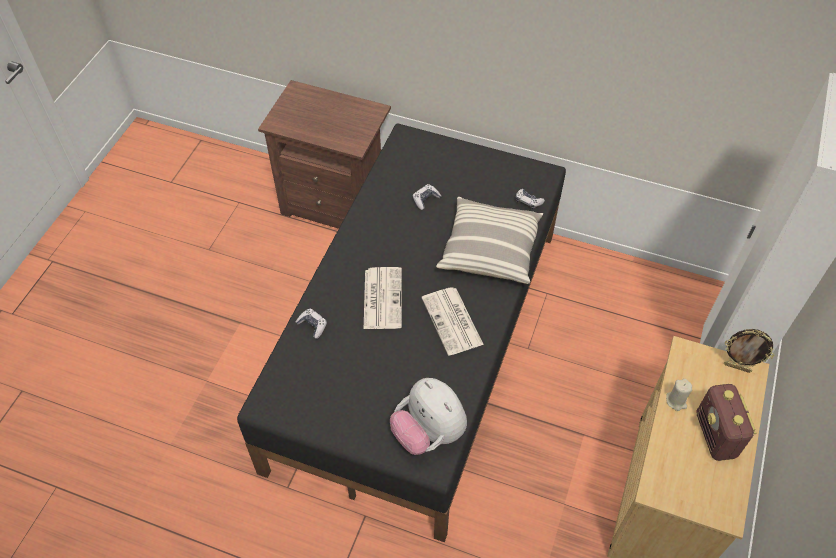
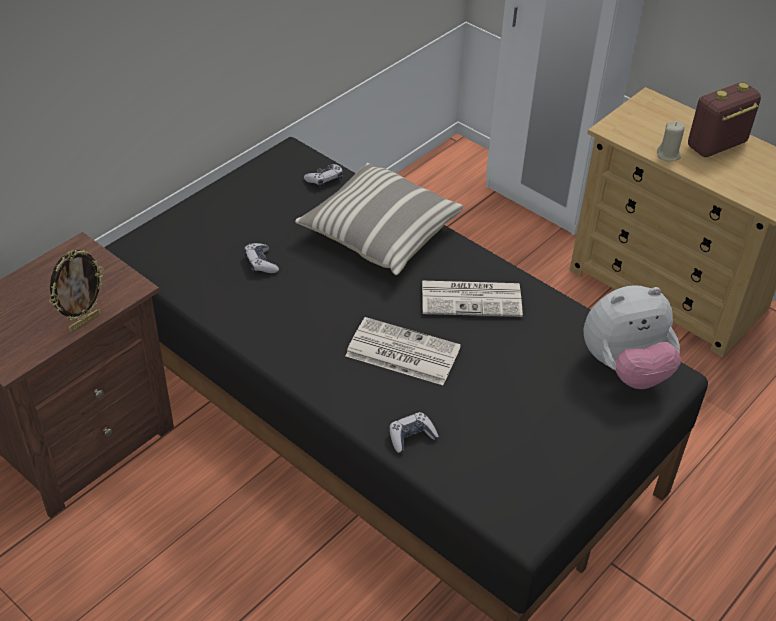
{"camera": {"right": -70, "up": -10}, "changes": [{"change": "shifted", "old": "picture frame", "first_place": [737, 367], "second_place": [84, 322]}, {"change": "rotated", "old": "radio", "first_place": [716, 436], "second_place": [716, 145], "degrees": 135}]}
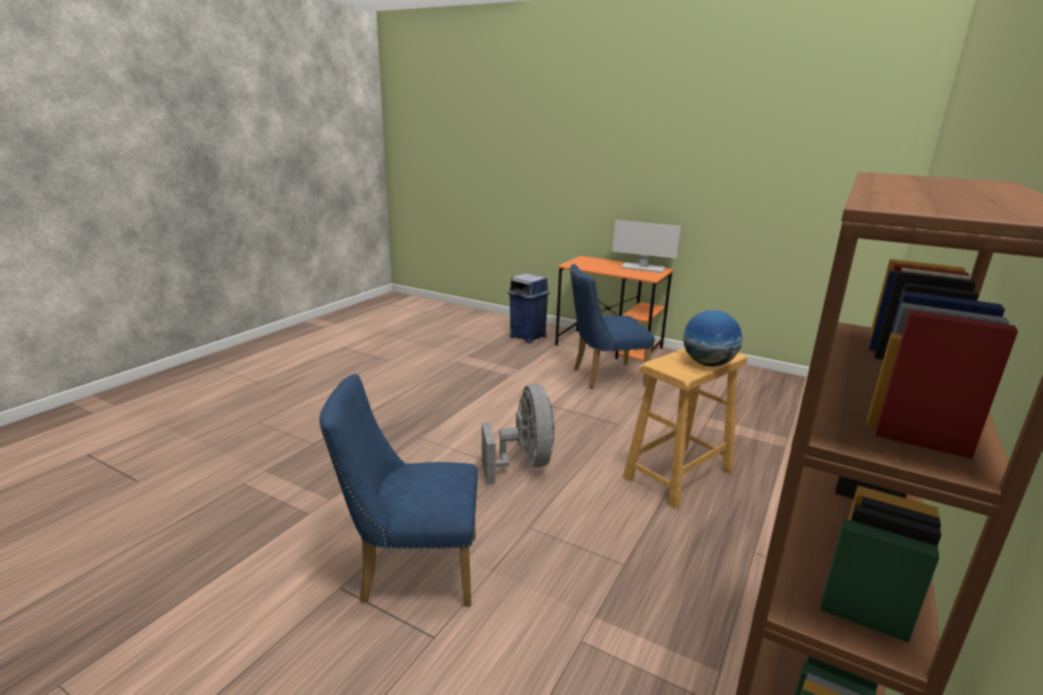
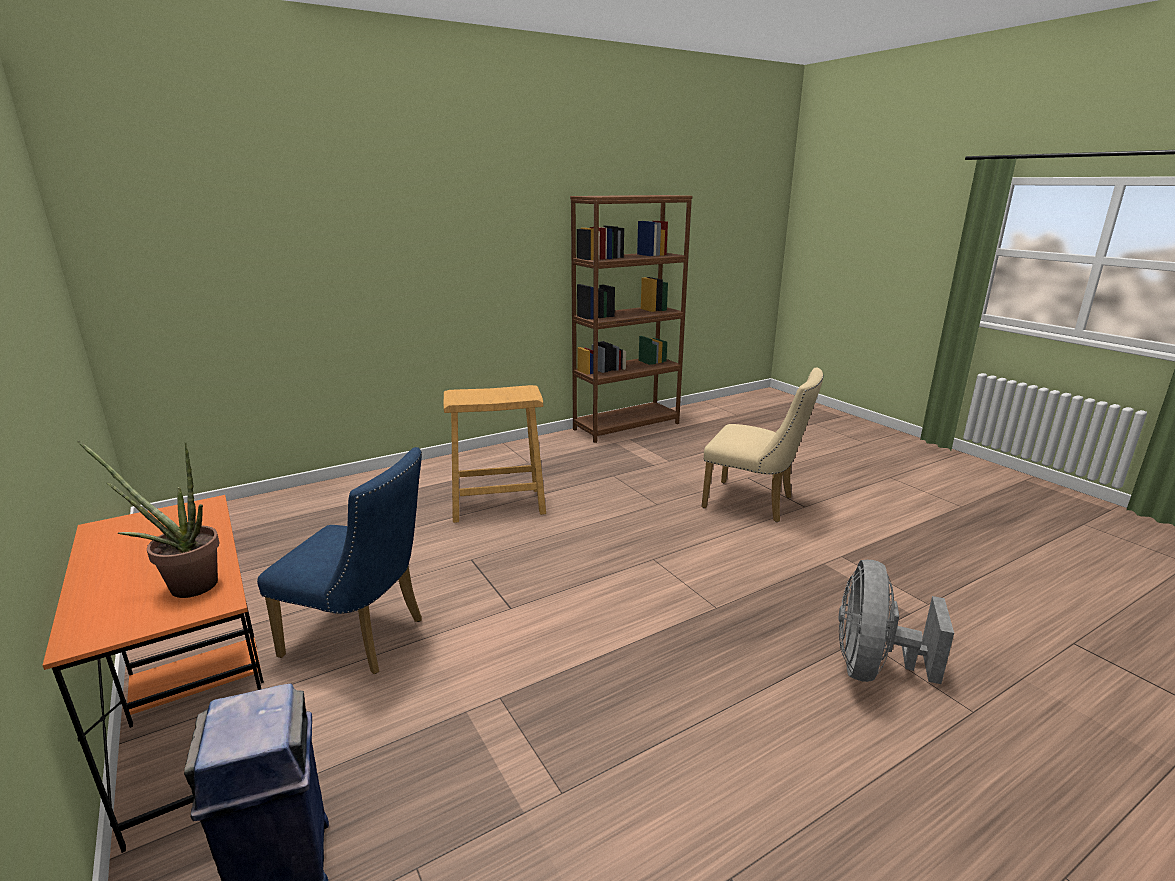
{"camera": {"right": -150, "up": 0}, "changes": [{"change": "gone", "old": "monitor", "first_place": [642, 268]}, {"change": "gone", "old": "globe", "first_place": [708, 364]}, {"change": "new", "new": "potted plant", "second_place": [184, 585]}, {"change": "shifted", "old": "grey fan", "first_place": [524, 463], "second_place": [873, 667]}, {"change": "repainted", "old": "blue chair", "new": "beige chair", "first_place": [410, 569], "second_place": [754, 504]}]}
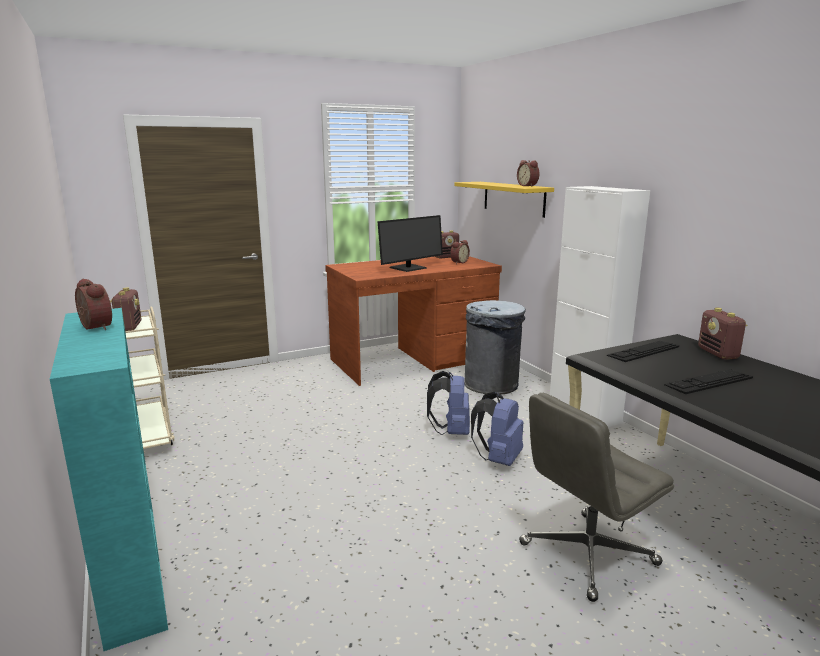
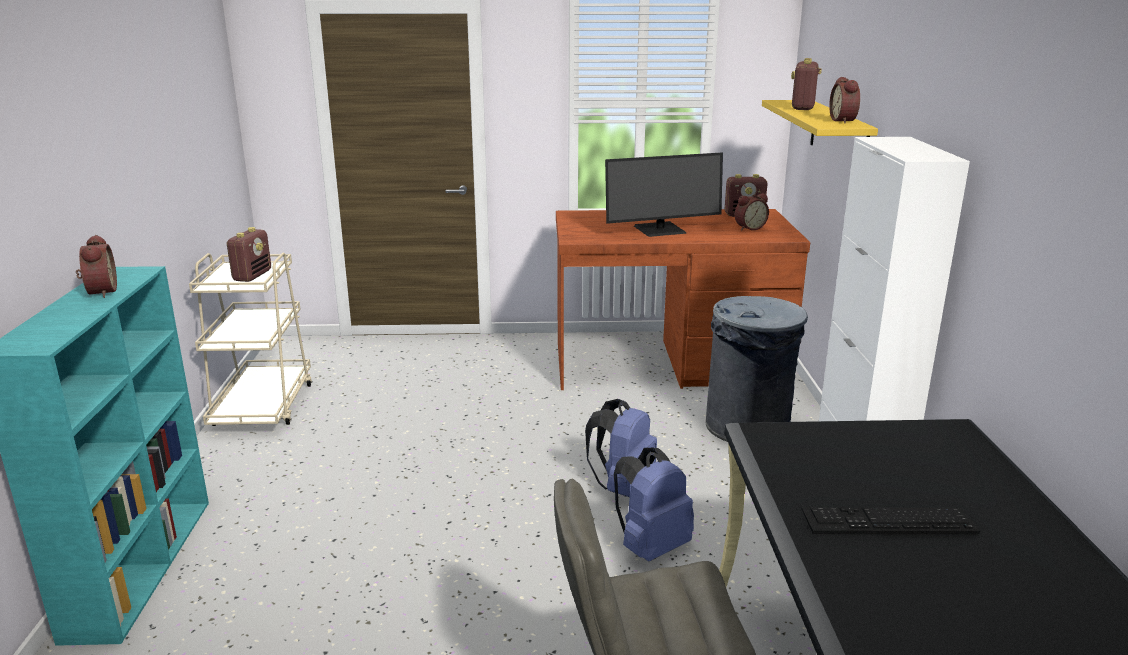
{"camera": {"right": 25, "up": 5}, "changes": [{"change": "gone", "old": "keyboard", "first_place": [643, 351]}, {"change": "shifted", "old": "radio", "first_place": [718, 354], "second_place": [803, 108]}]}
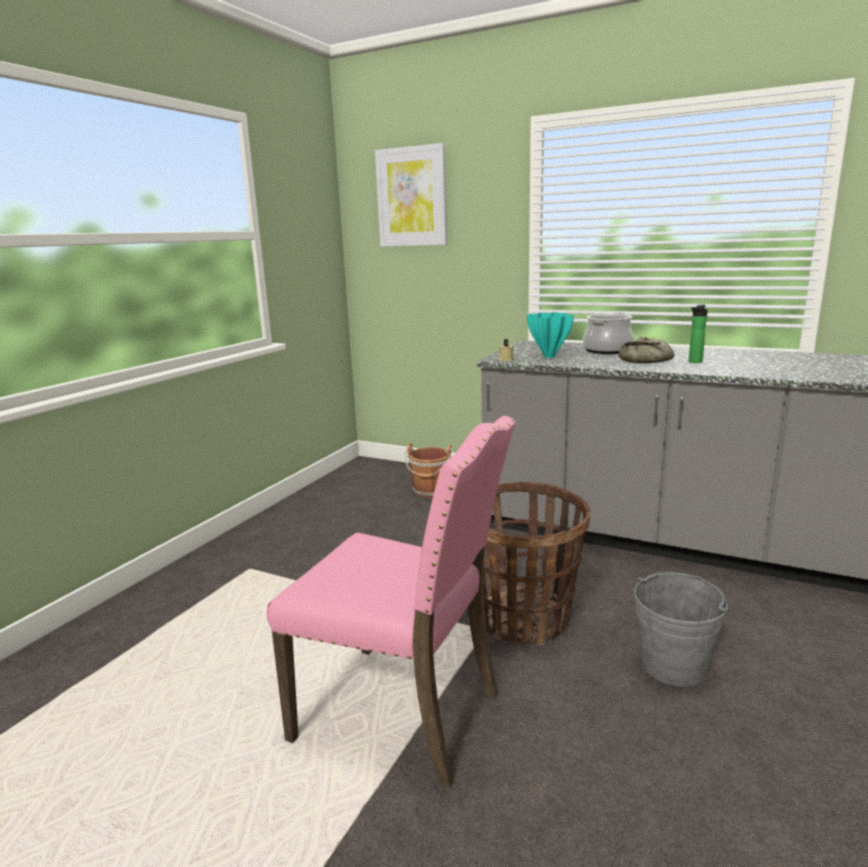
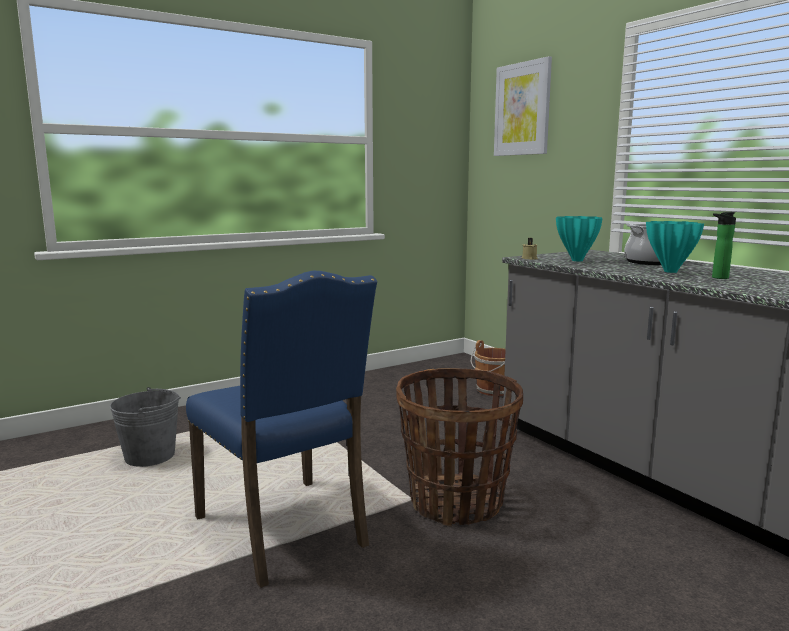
{"camera": {"right": 30, "up": -5}, "changes": [{"change": "shifted", "old": "grey bucket", "first_place": [673, 665], "second_place": [150, 457]}, {"change": "swapped", "old": "bread", "new": "turquoise vase", "first_place": [646, 360], "second_place": [669, 271]}, {"change": "repainted", "old": "pink chair", "new": "blue chair", "first_place": [403, 714], "second_place": [285, 531]}]}
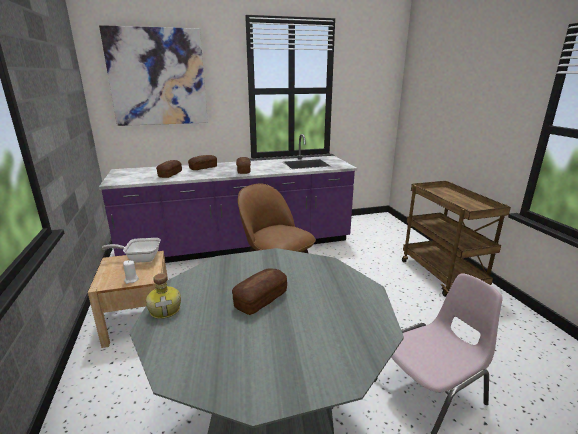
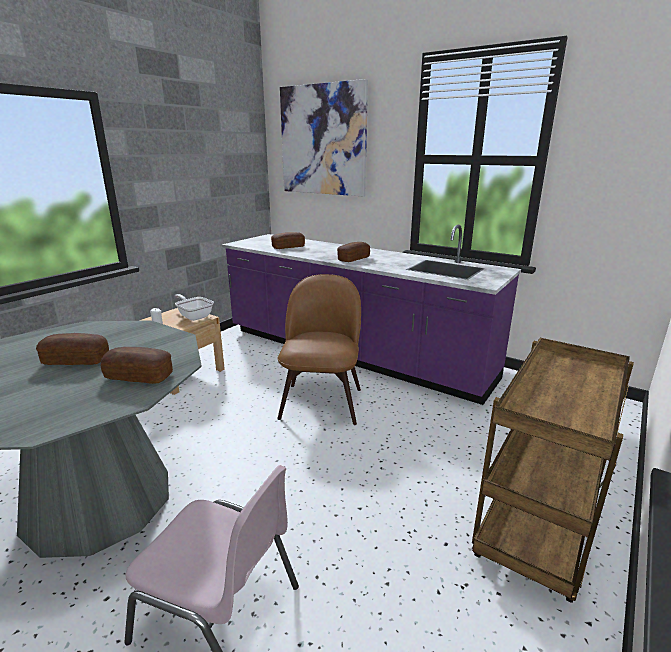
{"camera": {"right": 50, "up": 0}, "changes": [{"change": "gone", "old": "bottle", "first_place": [166, 310]}, {"change": "shifted", "old": "bread", "first_place": [203, 168], "second_place": [139, 376]}]}
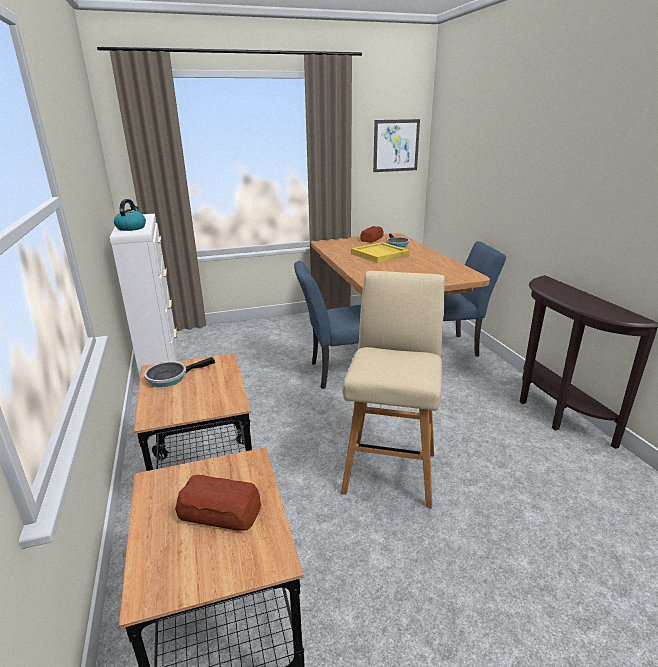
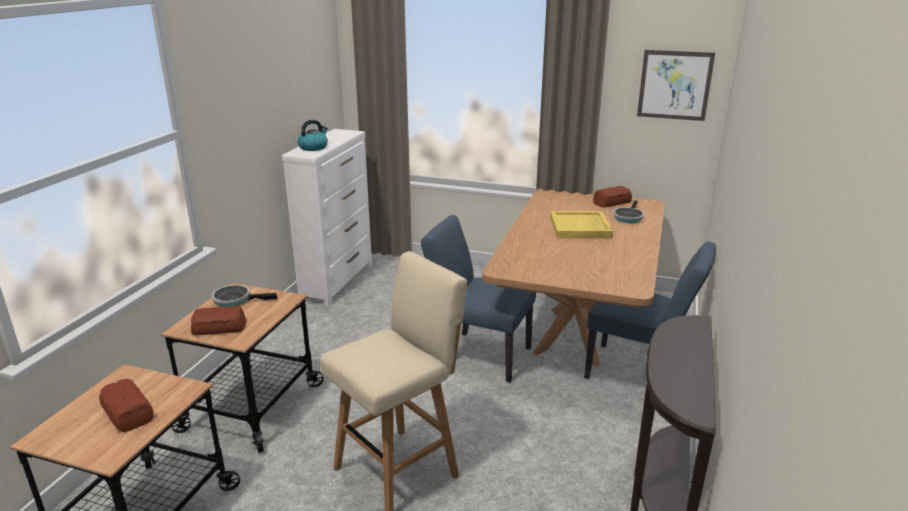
{"camera": {"right": 35, "up": 0}, "changes": [{"change": "new", "new": "bread", "second_place": [219, 328]}]}
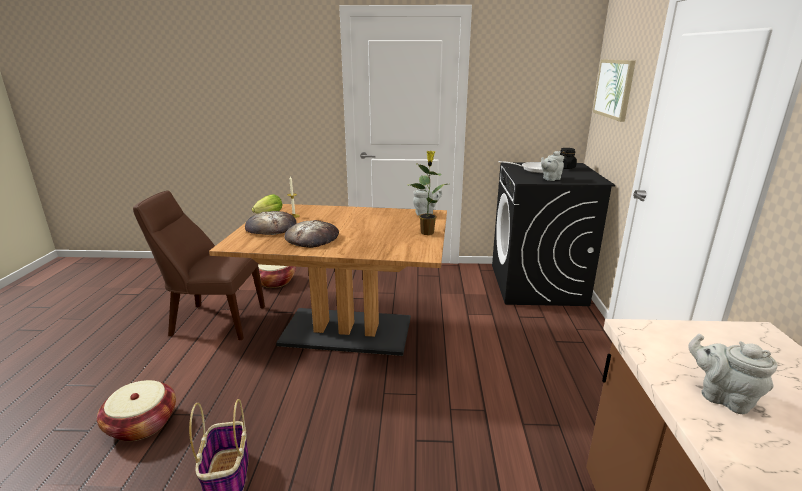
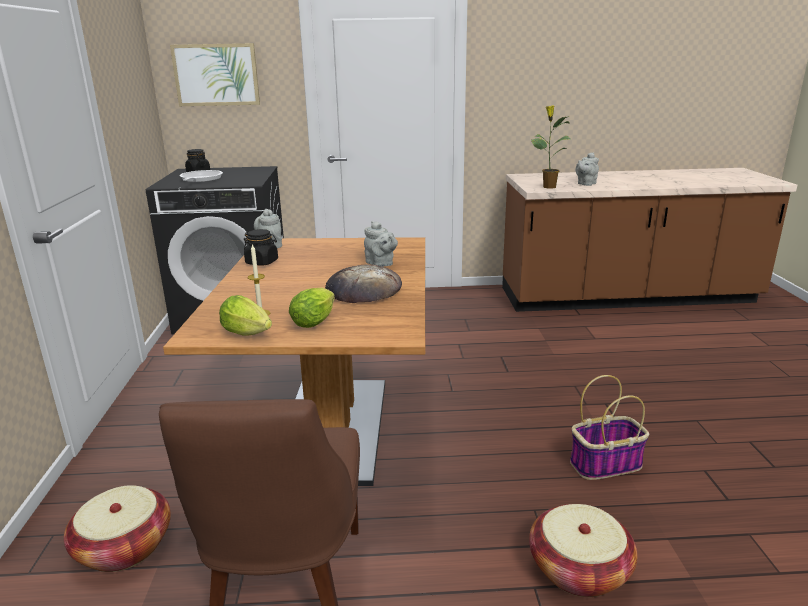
{"camera": {"right": -95, "up": 0}, "changes": [{"change": "new", "new": "black jar", "second_place": [262, 262]}, {"change": "shifted", "old": "potted plant", "first_place": [427, 232], "second_place": [548, 187]}, {"change": "shifted", "old": "grey teapot", "first_place": [550, 179], "second_place": [381, 264]}, {"change": "swapped", "old": "bread", "new": "lettuce", "first_place": [271, 227], "second_place": [316, 321]}]}
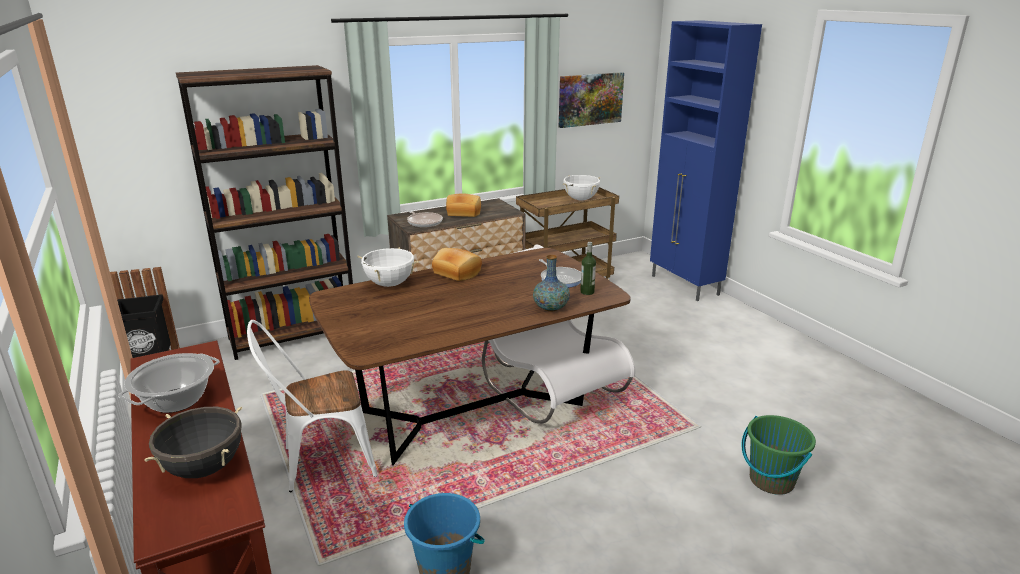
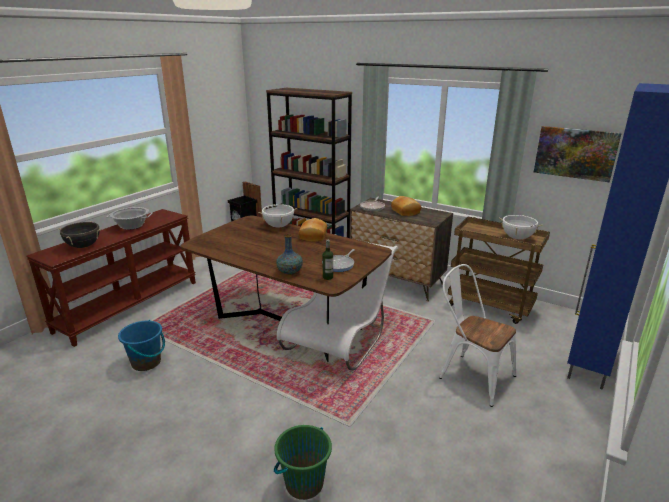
{"camera": {"right": 60, "up": 0}, "changes": [{"change": "shifted", "old": "white chair", "first_place": [320, 462], "second_place": [471, 375]}]}
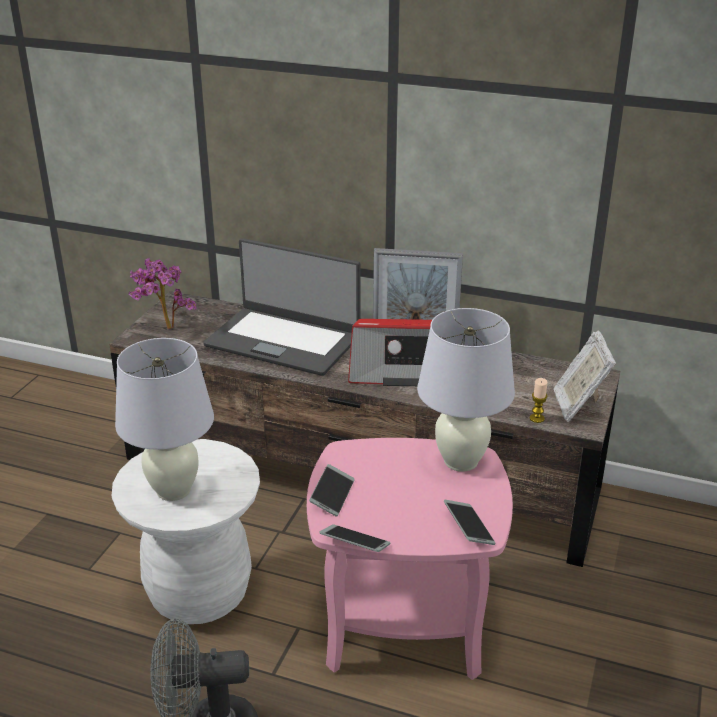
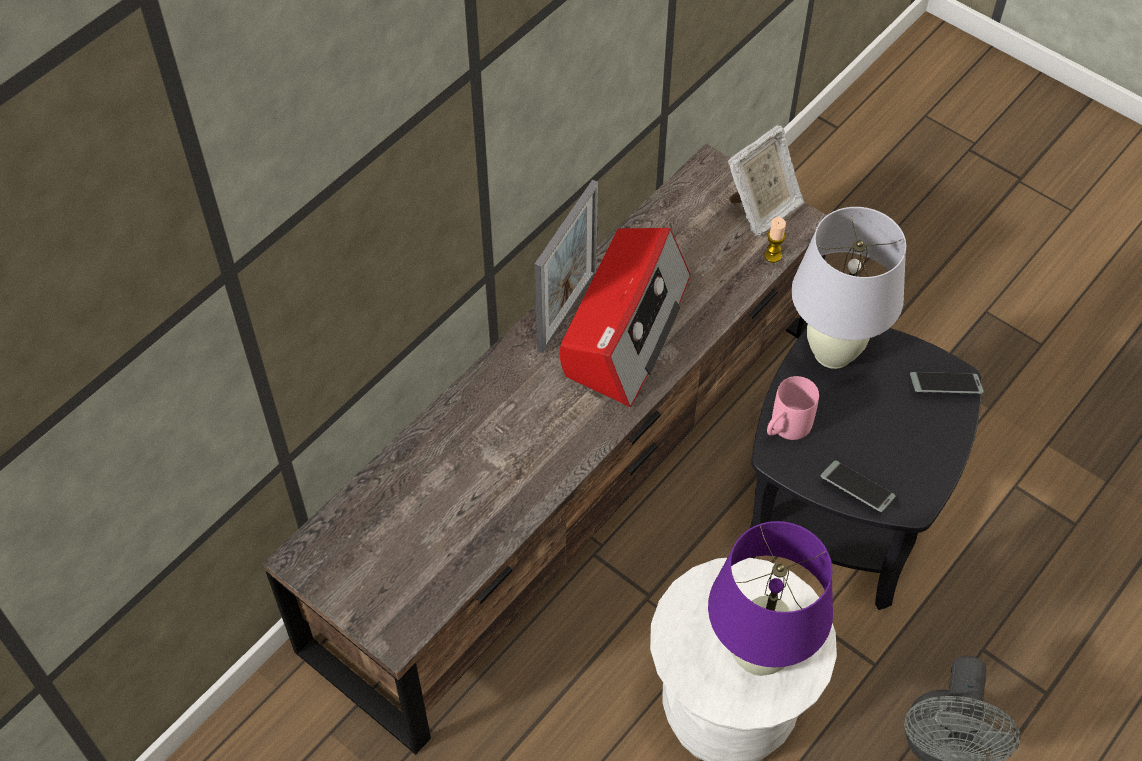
{"camera": {"right": -70, "up": 25}, "changes": [{"change": "gone", "old": "potted plant", "first_place": [164, 329]}, {"change": "gone", "old": "laptop", "first_place": [283, 340]}, {"change": "gone", "old": "phone", "first_place": [355, 544]}, {"change": "new", "new": "pink mug", "second_place": [785, 429]}, {"change": "repainted", "old": "white table lamp", "new": "purple table lamp", "first_place": [174, 490], "second_place": [759, 655]}, {"change": "repainted", "old": "pink side table", "new": "black side table", "first_place": [405, 623], "second_place": [839, 517]}, {"change": "rotated", "old": "picture frame", "first_place": [578, 405], "second_place": [762, 209], "degrees": -60}]}
